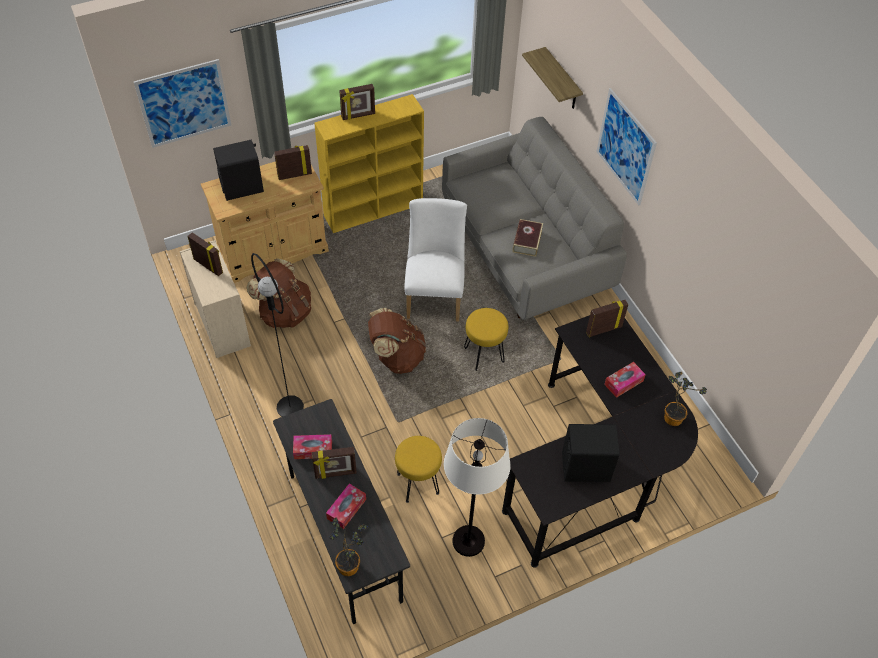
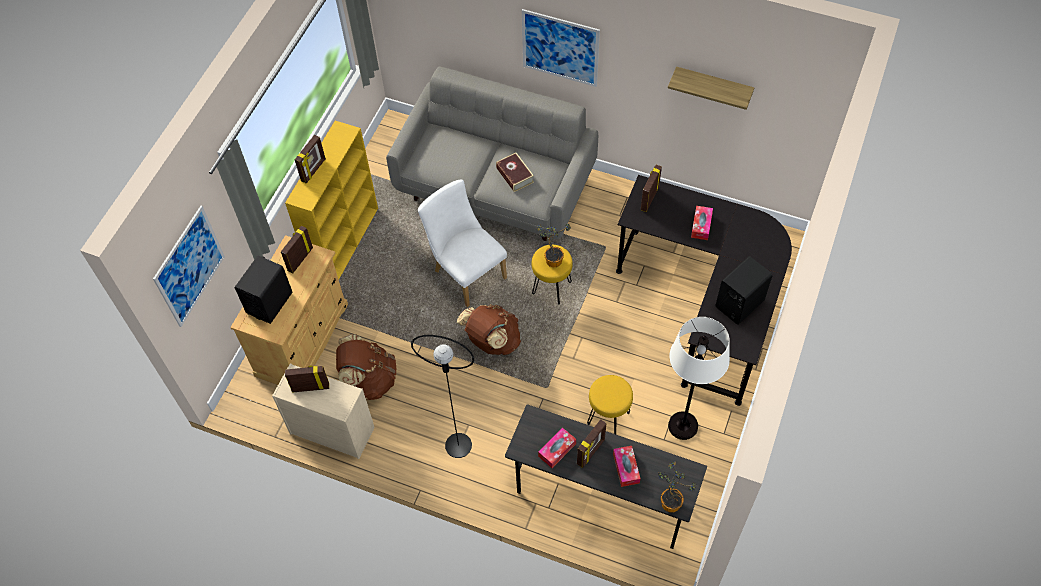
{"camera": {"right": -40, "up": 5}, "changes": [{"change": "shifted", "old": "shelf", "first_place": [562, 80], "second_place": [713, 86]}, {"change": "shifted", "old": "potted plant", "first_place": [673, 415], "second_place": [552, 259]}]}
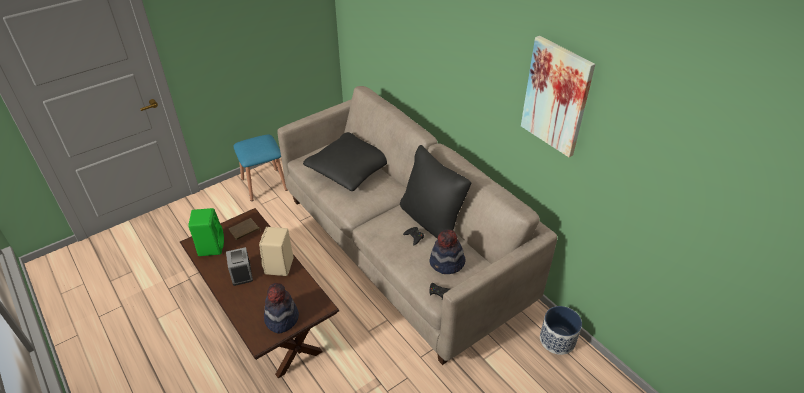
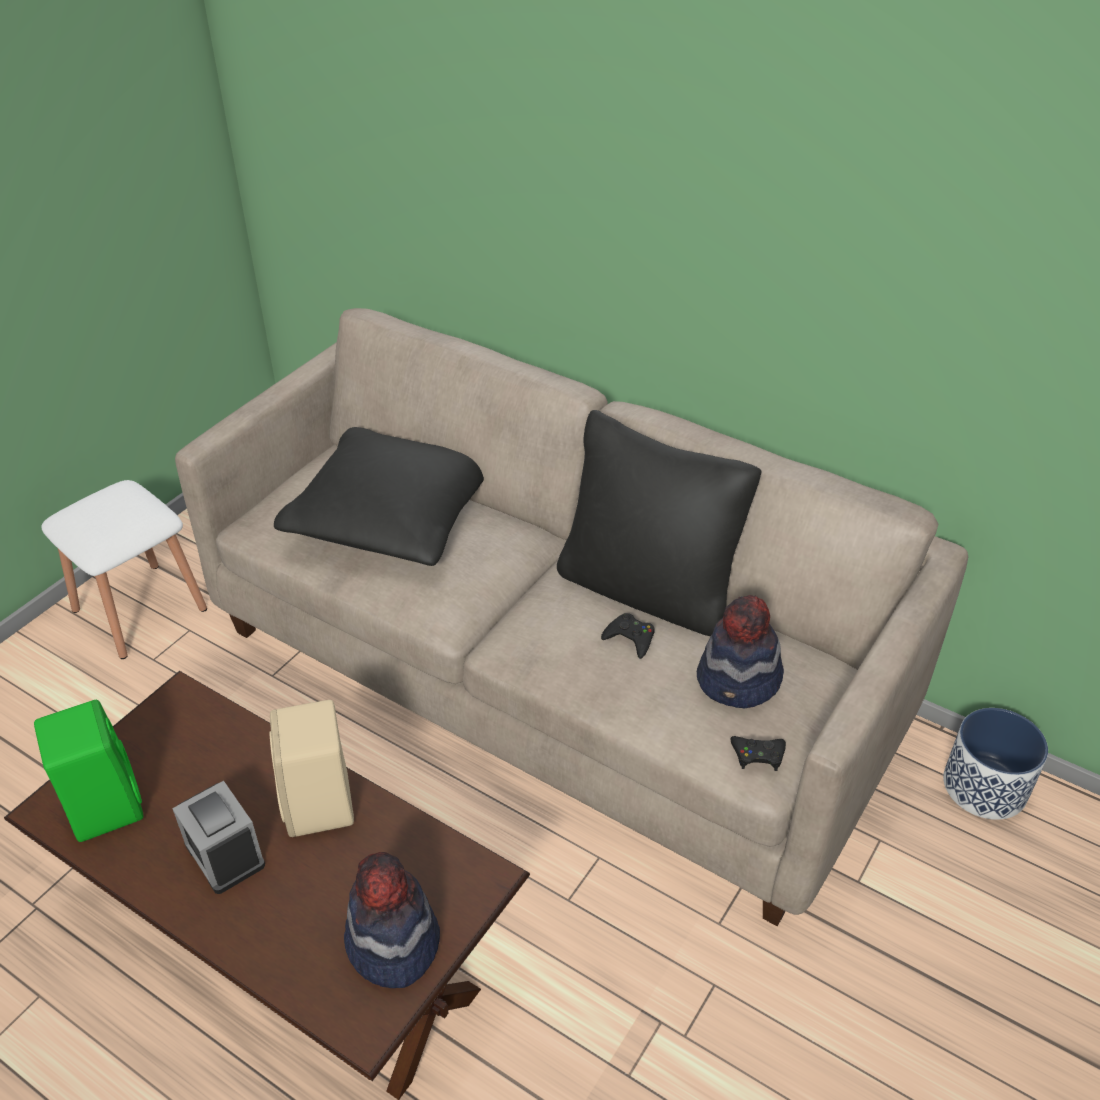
{"camera": {"right": -20, "up": 0}, "changes": [{"change": "gone", "old": "brown book", "first_place": [244, 231]}, {"change": "gone", "old": "picture", "first_place": [556, 96]}, {"change": "repainted", "old": "blue stool", "new": "white stool", "first_place": [264, 184], "second_place": [139, 609]}]}
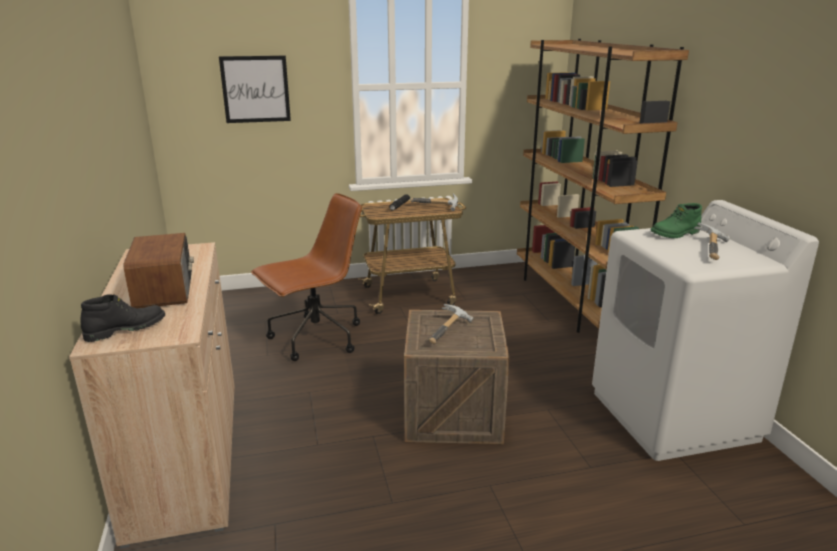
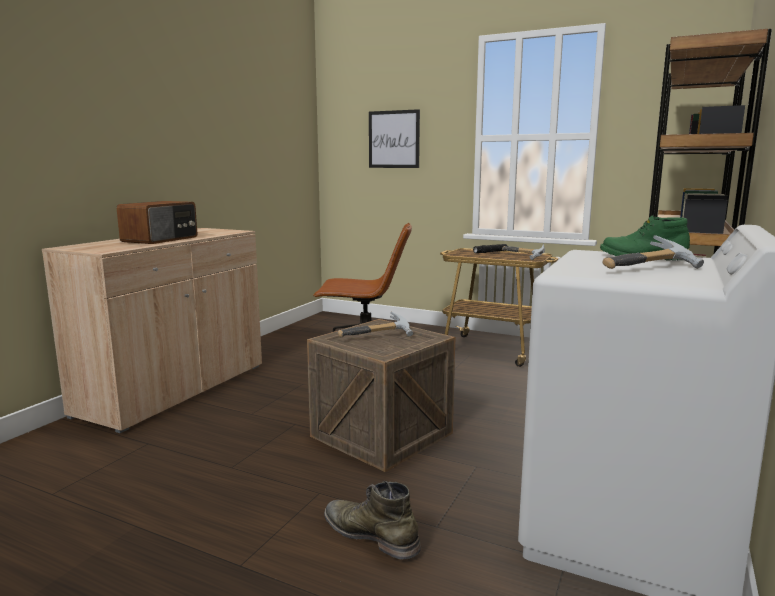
{"camera": {"right": 40, "up": -10}, "changes": [{"change": "gone", "old": "black boot", "first_place": [126, 329]}, {"change": "new", "new": "green boot", "second_place": [370, 534]}]}
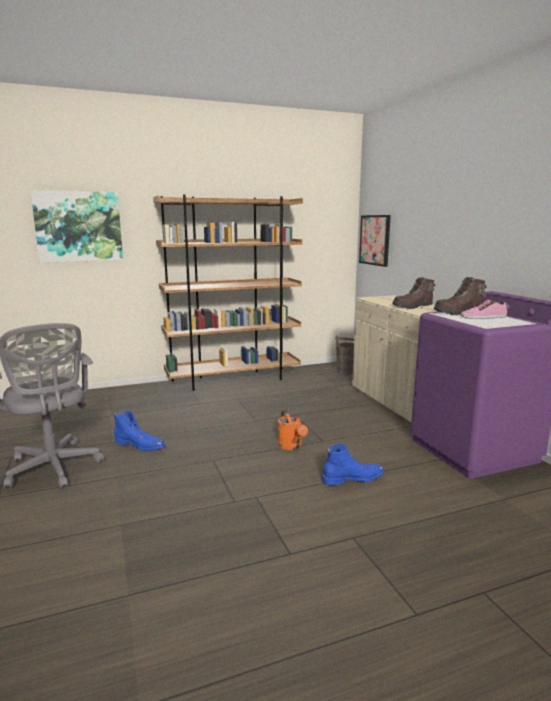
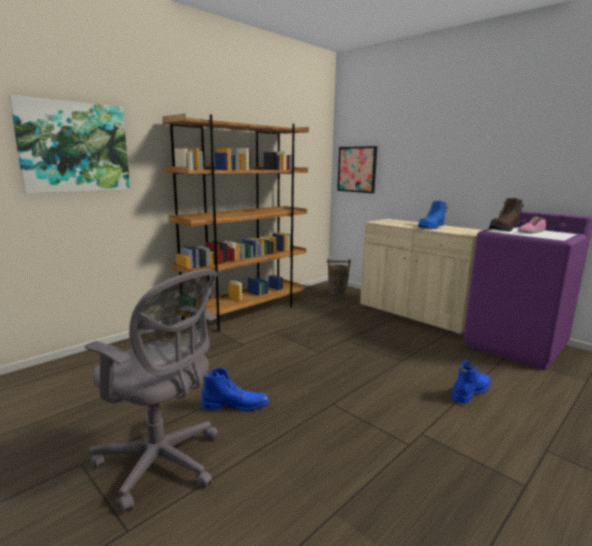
{"camera": {"right": -25, "up": 0}, "changes": [{"change": "gone", "old": "orange watering can", "first_place": [291, 446]}, {"change": "repainted", "old": "brown boot", "new": "blue boot", "first_place": [412, 307], "second_place": [432, 227]}]}
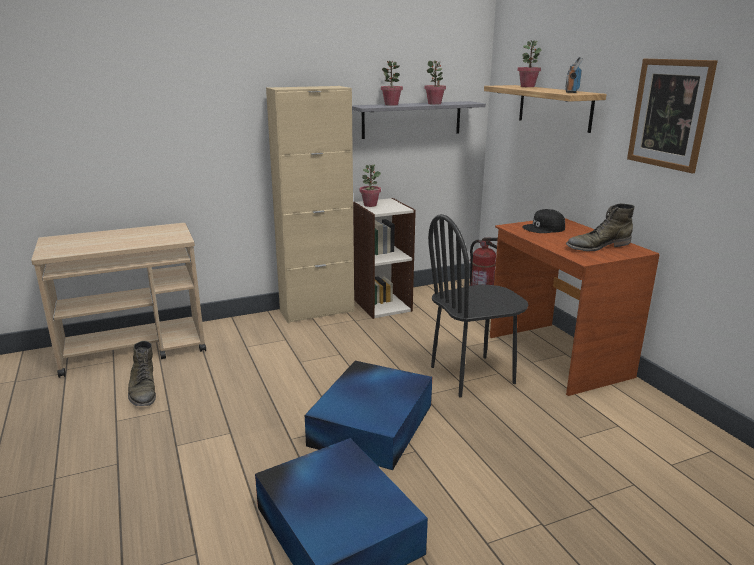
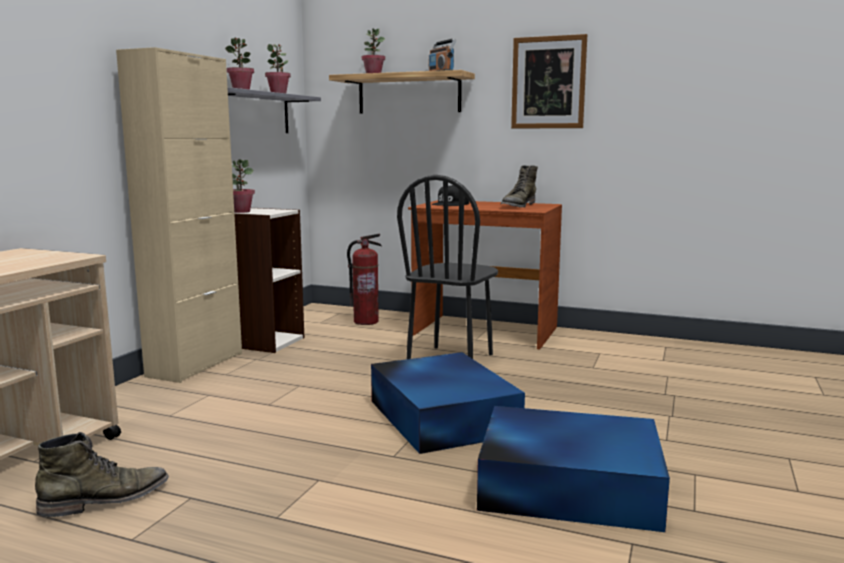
{"camera": {"right": -45, "up": -10}, "changes": [{"change": "rotated", "old": "green boot", "first_place": [143, 391], "second_place": [106, 500], "degrees": -60}]}
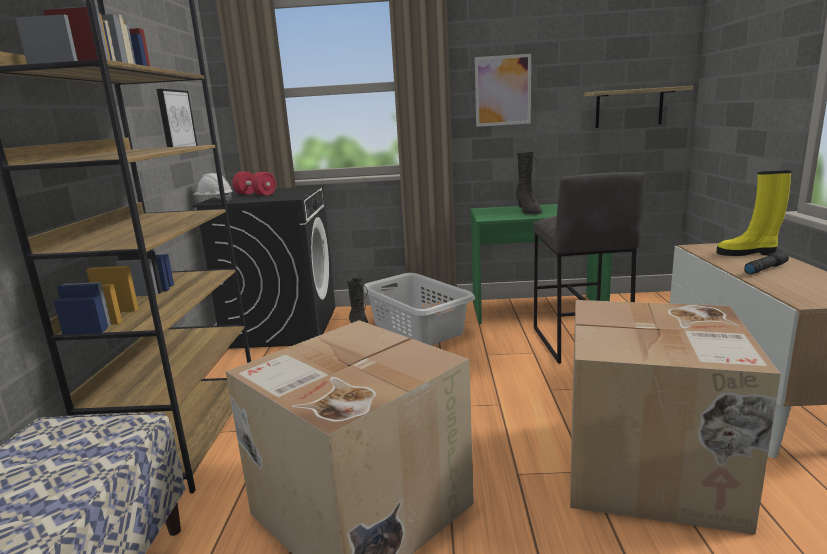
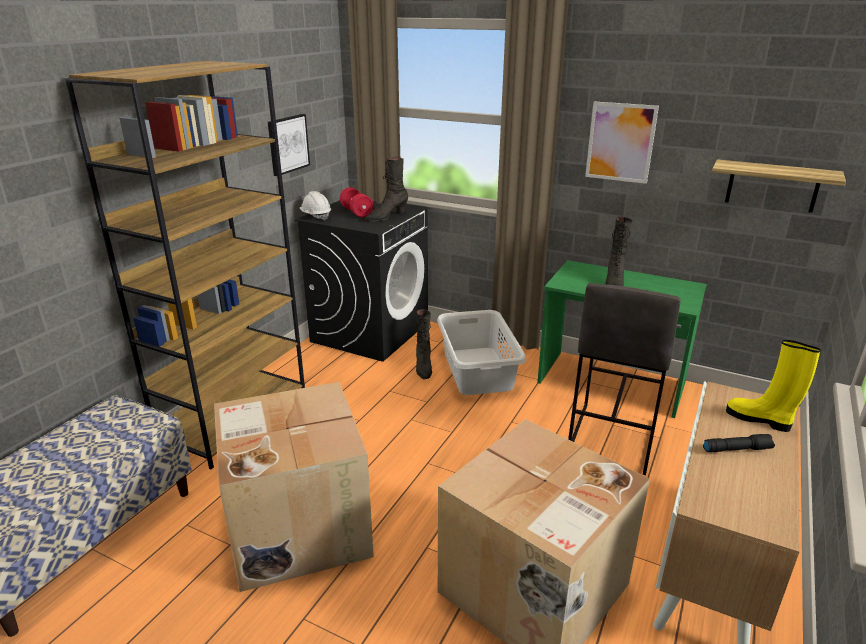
{"camera": {"right": 25, "up": 10}, "changes": [{"change": "new", "new": "black boot", "second_place": [386, 217]}]}
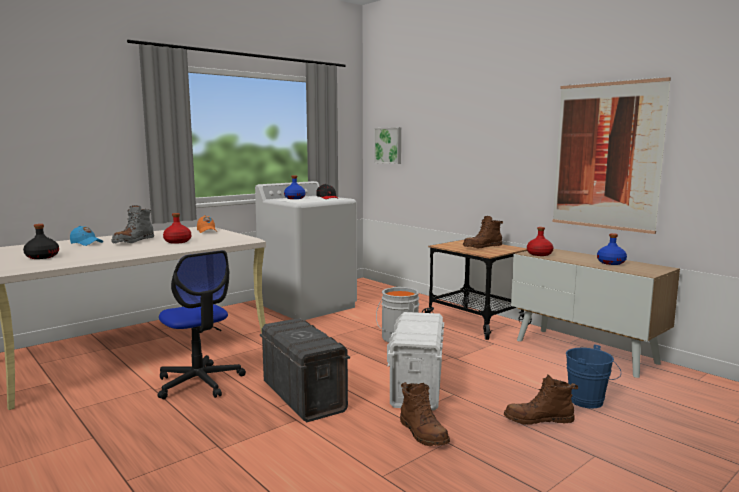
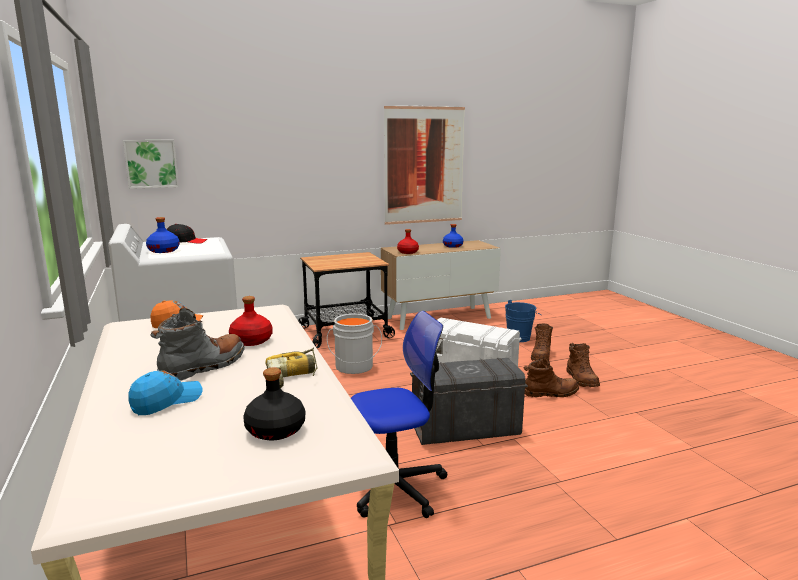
{"camera": {"right": -70, "up": 5}, "changes": [{"change": "new", "new": "power drill", "second_place": [294, 375]}, {"change": "shifted", "old": "brown boot", "first_place": [482, 247], "second_place": [581, 379]}, {"change": "rotated", "old": "grey boot", "first_place": [133, 241], "second_place": [203, 367], "degrees": -90}]}
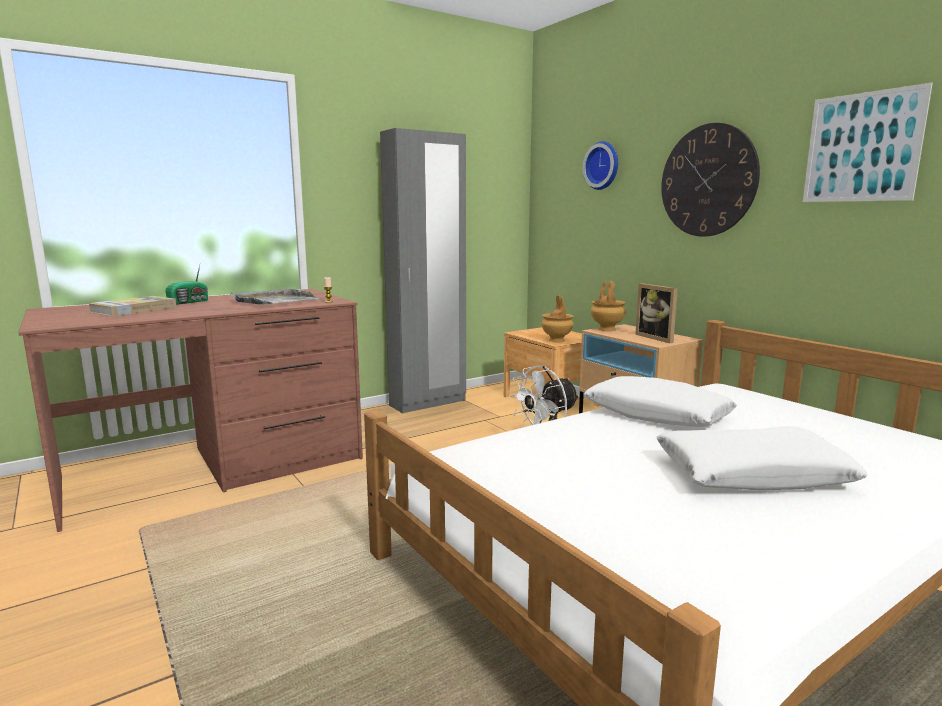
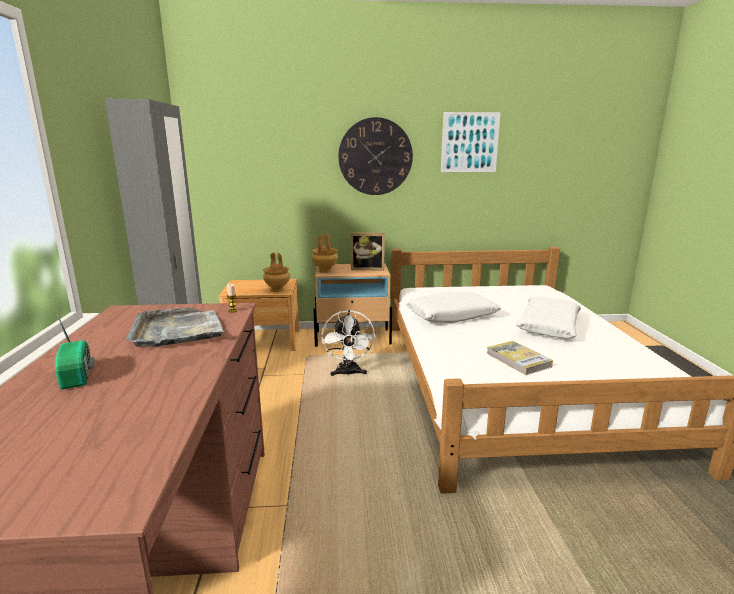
{"camera": {"right": -60, "up": 5}, "changes": [{"change": "gone", "old": "wall clock", "first_place": [603, 166]}, {"change": "shifted", "old": "book", "first_place": [134, 309], "second_place": [518, 360]}]}
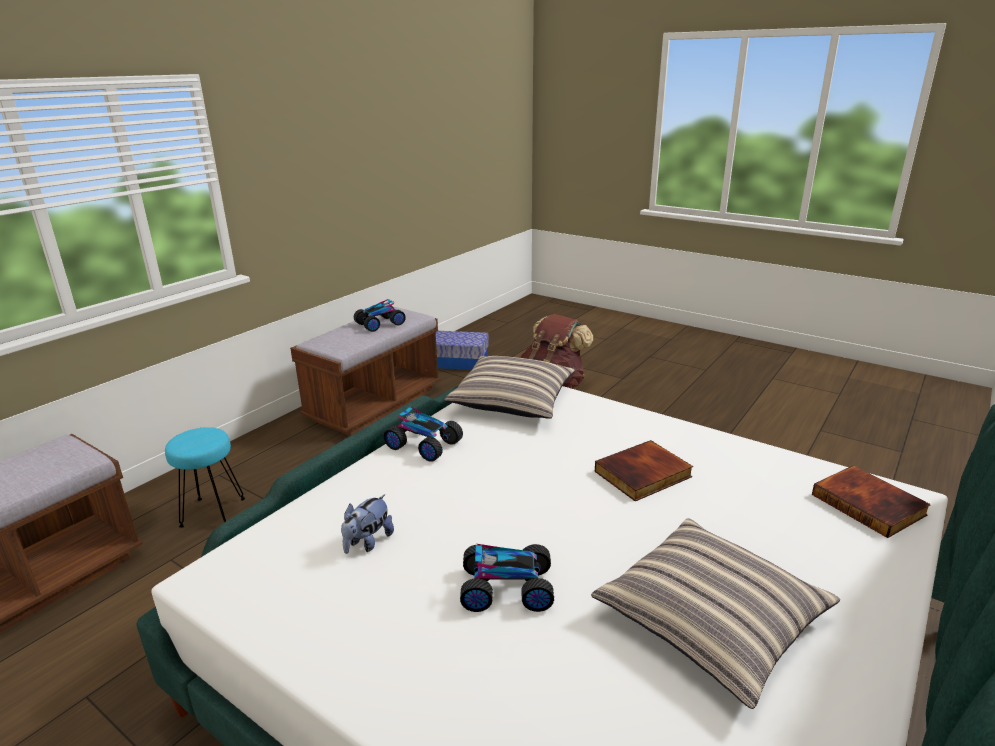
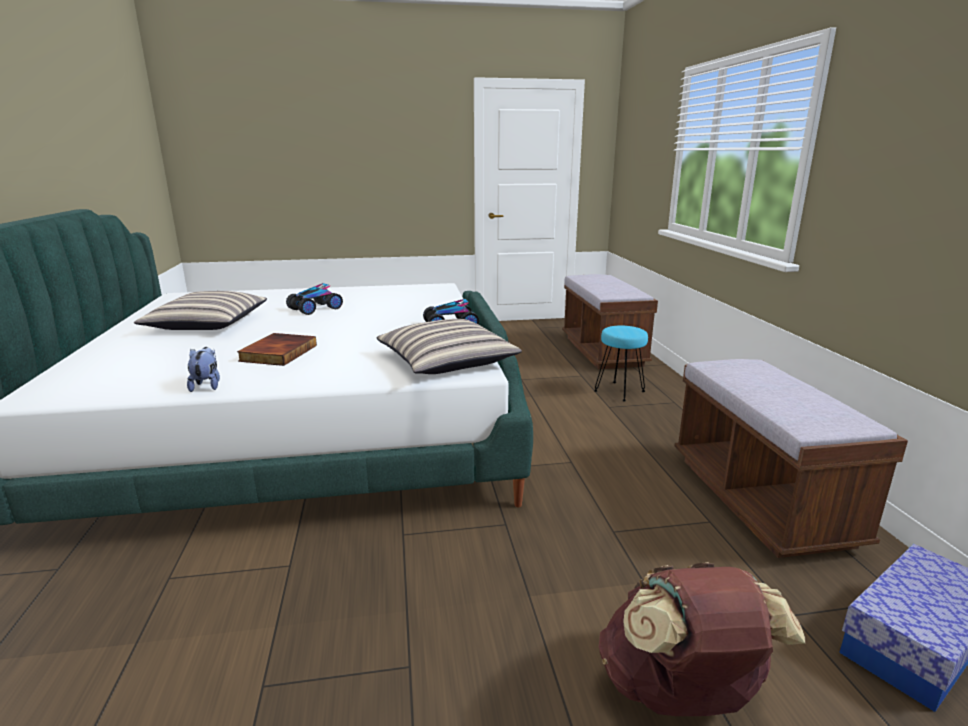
{"camera": {"right": 135, "up": -5}, "changes": [{"change": "gone", "old": "toy car", "first_place": [379, 324]}, {"change": "gone", "old": "book", "first_place": [869, 504]}, {"change": "shifted", "old": "plush toy", "first_place": [368, 542], "second_place": [207, 385]}]}
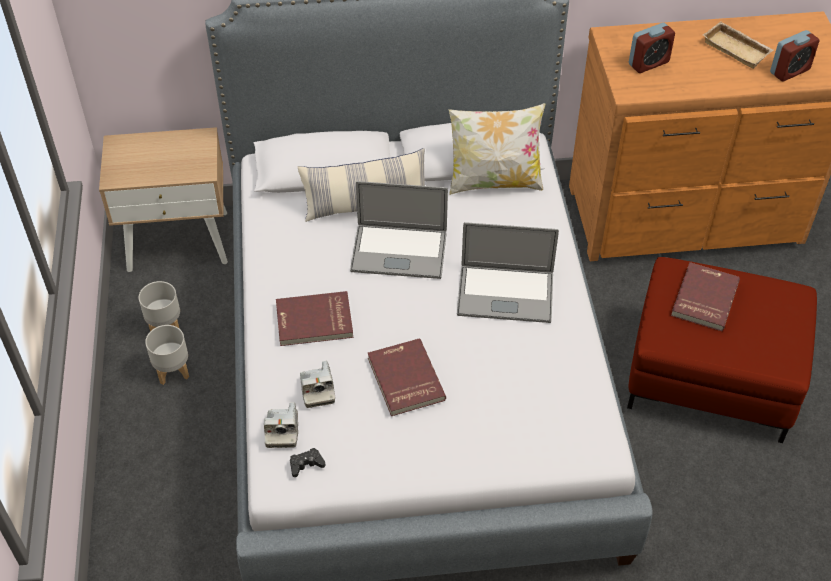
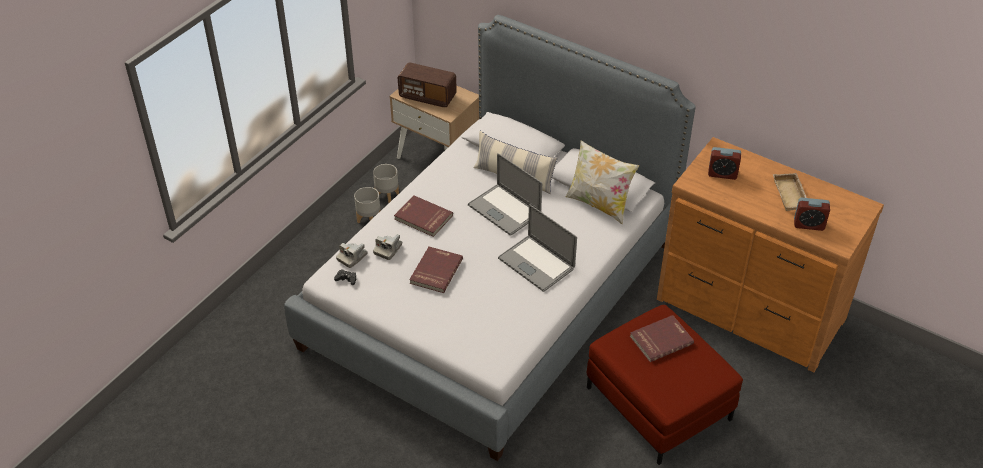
{"camera": {"right": 40, "up": -5}, "changes": [{"change": "new", "new": "radio", "second_place": [427, 96]}]}
